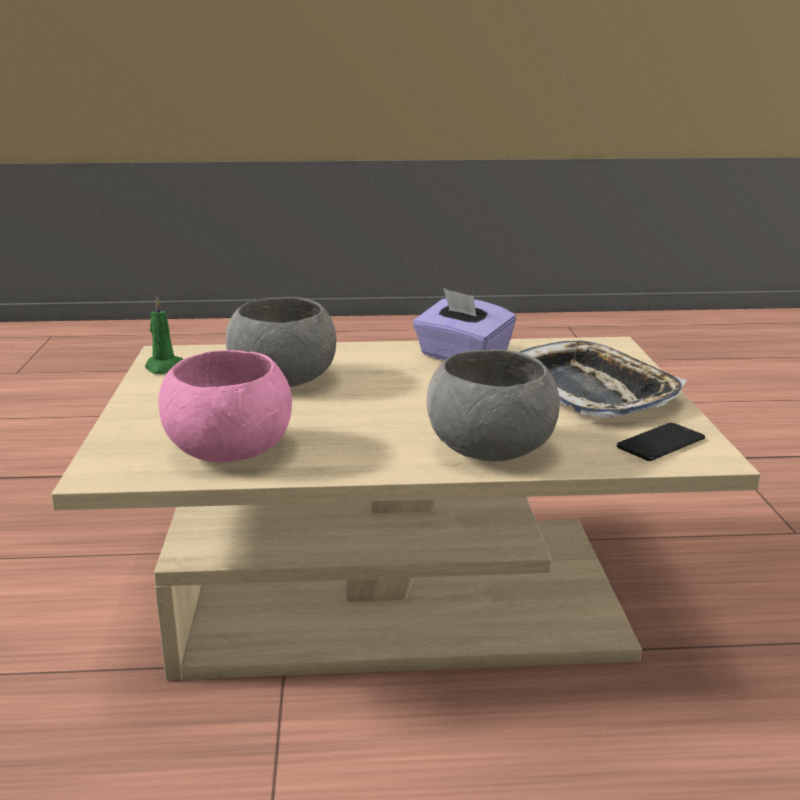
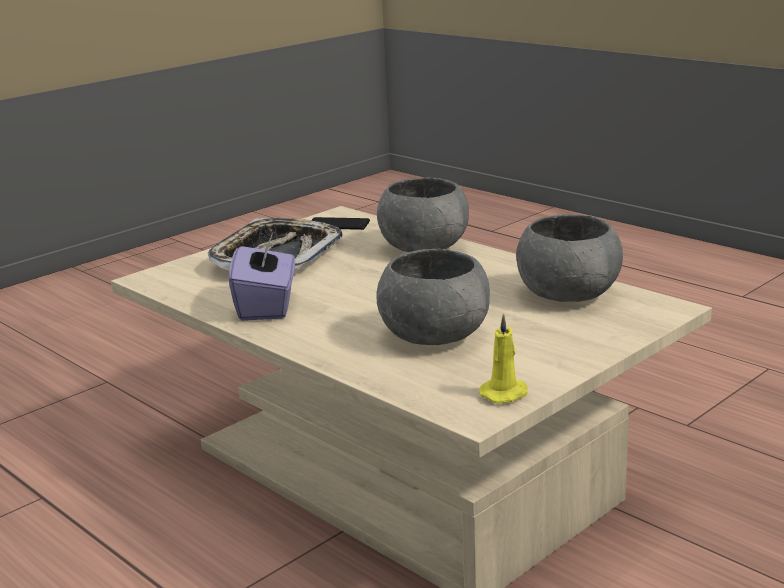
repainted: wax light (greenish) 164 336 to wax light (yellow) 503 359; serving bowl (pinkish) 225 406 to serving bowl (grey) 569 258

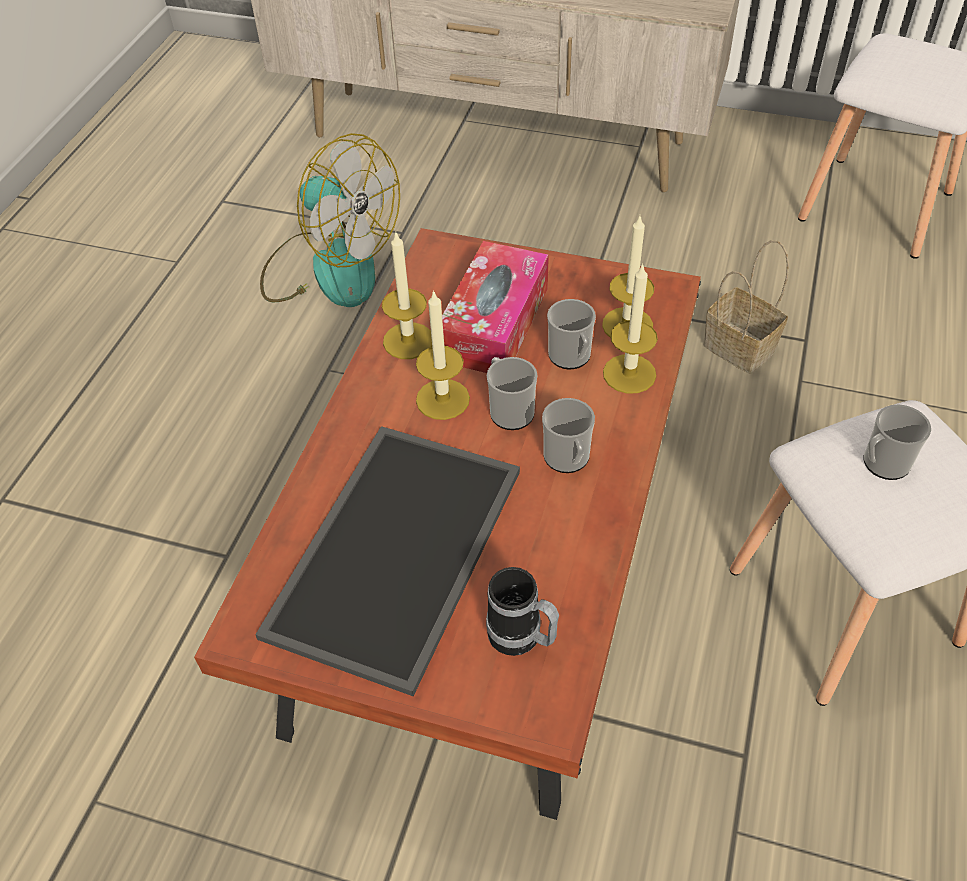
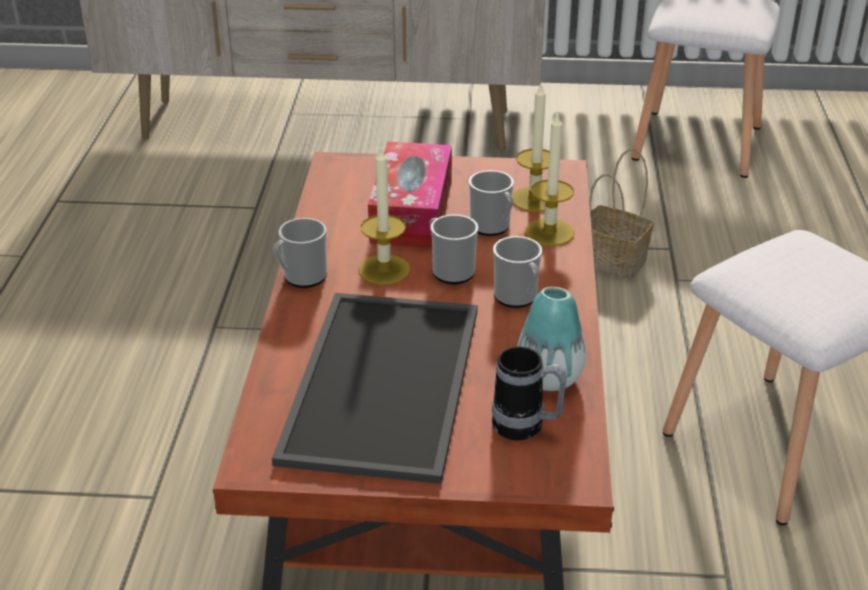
gone: fan 330 220; wax light 407 295
new: flower vase 551 339
shifted: mug 897 442 to 300 253

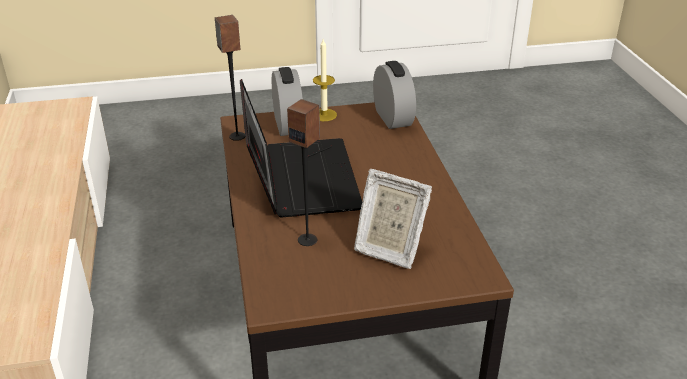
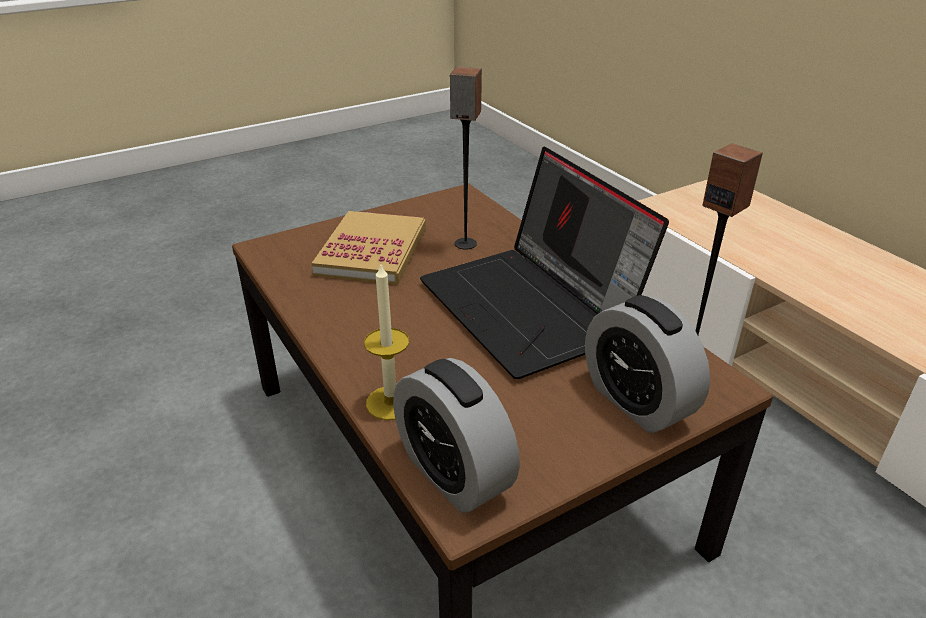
shifted: wax light 325 80 to 386 341
swapped: picture frame 393 219 to volume 369 248

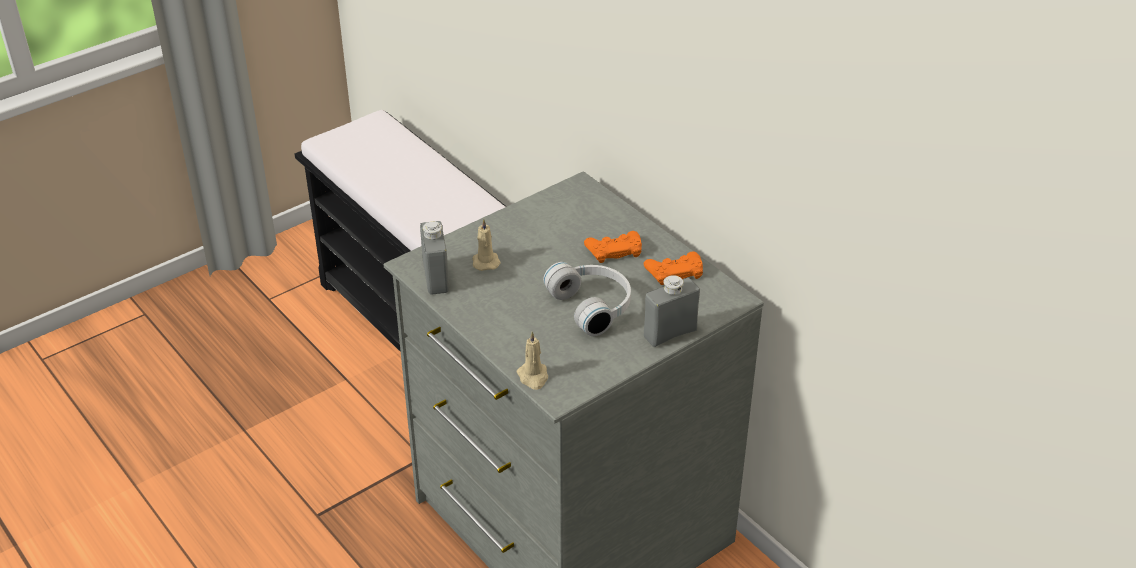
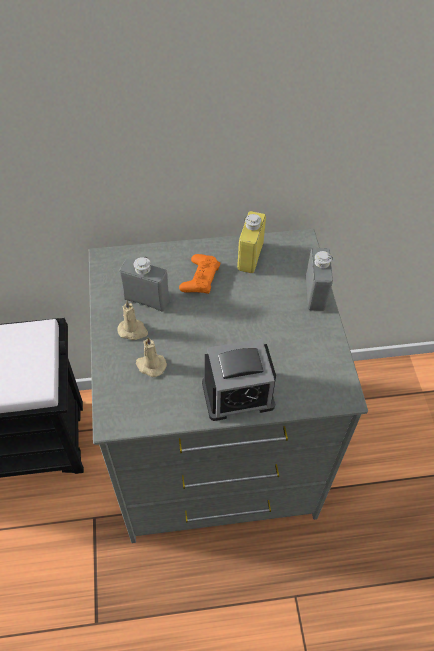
gone: headphones (whitish) 587 299
new: bedside clock 239 380
shifted: wax light (beige) 532 360 to 132 320; beverage bottle (grey) 434 257 to 144 284
swapped: gamepad (orange) 673 268 to beverage bottle (yellow) 251 242

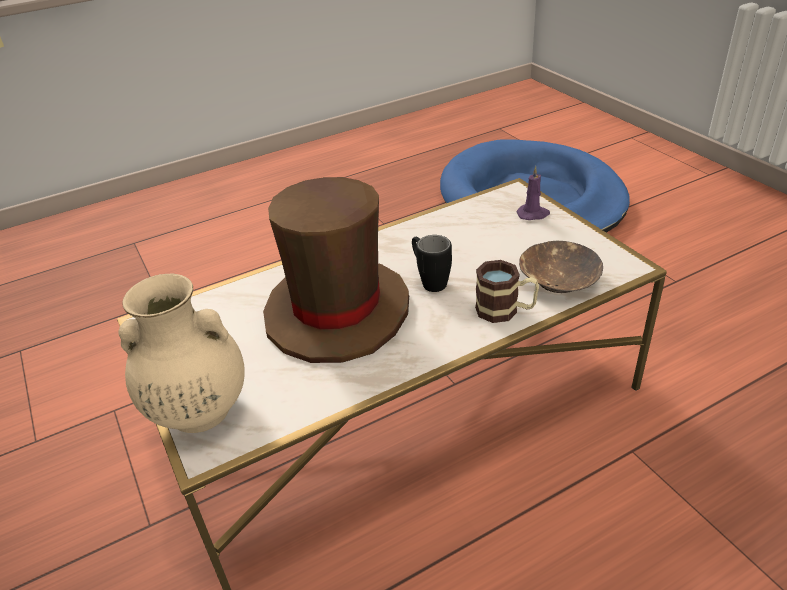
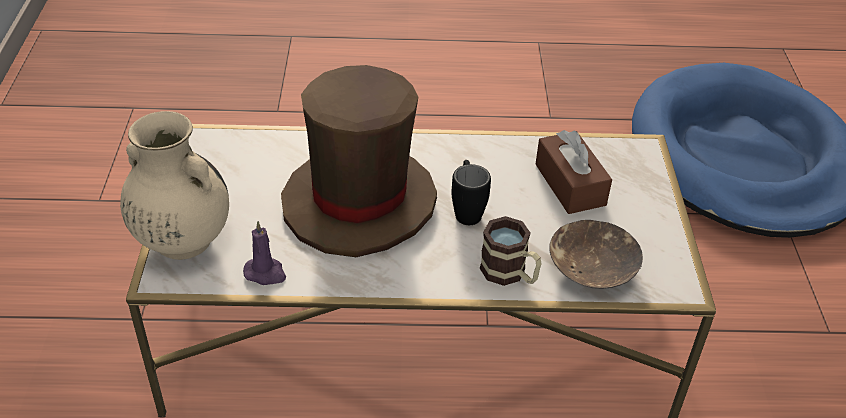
new: box of tissues (brownish) 573 172
shifted: wax light (purple) 533 193 to 264 253

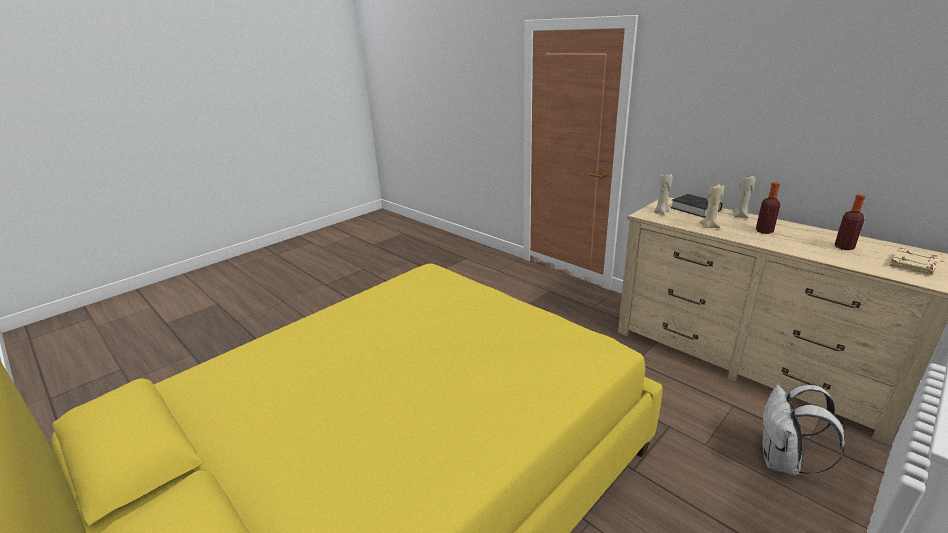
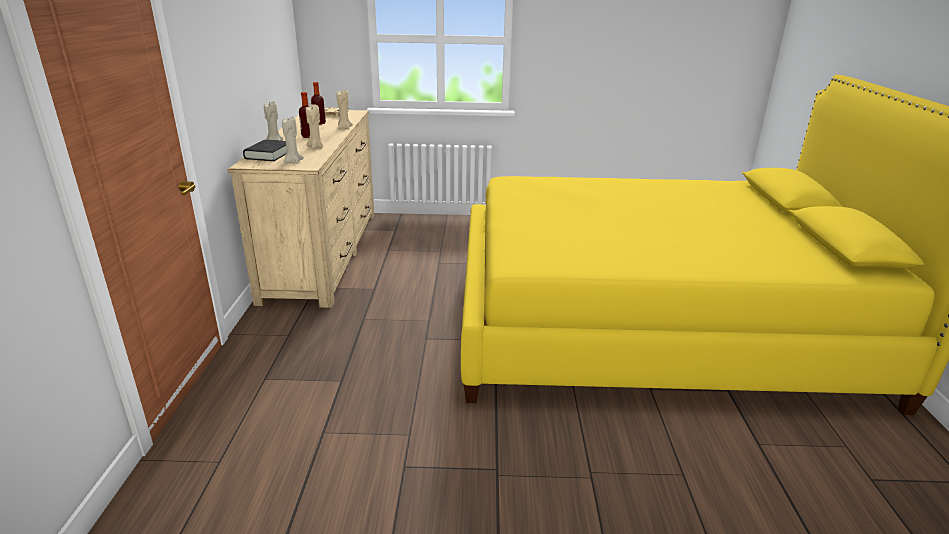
gone: knapsack (whitish) 803 430
new: wax light (beige) 345 109

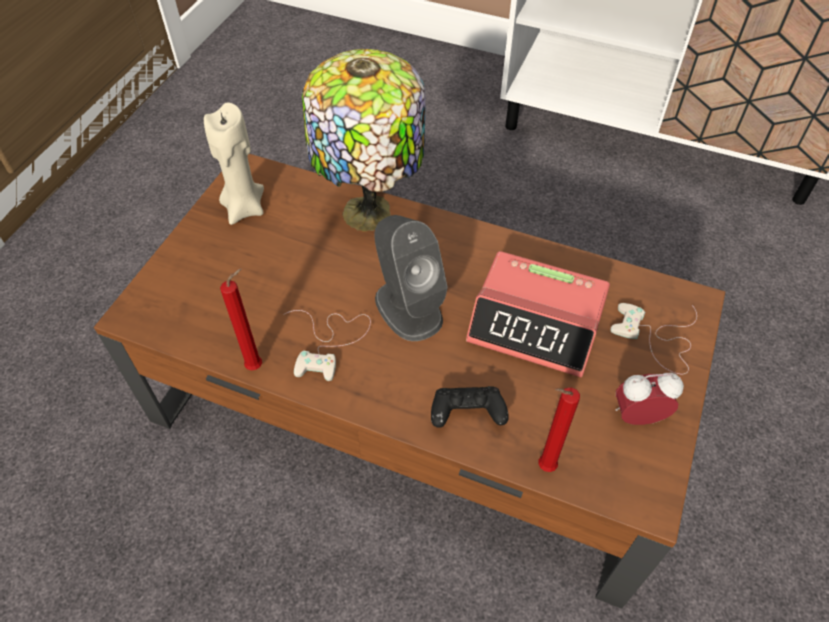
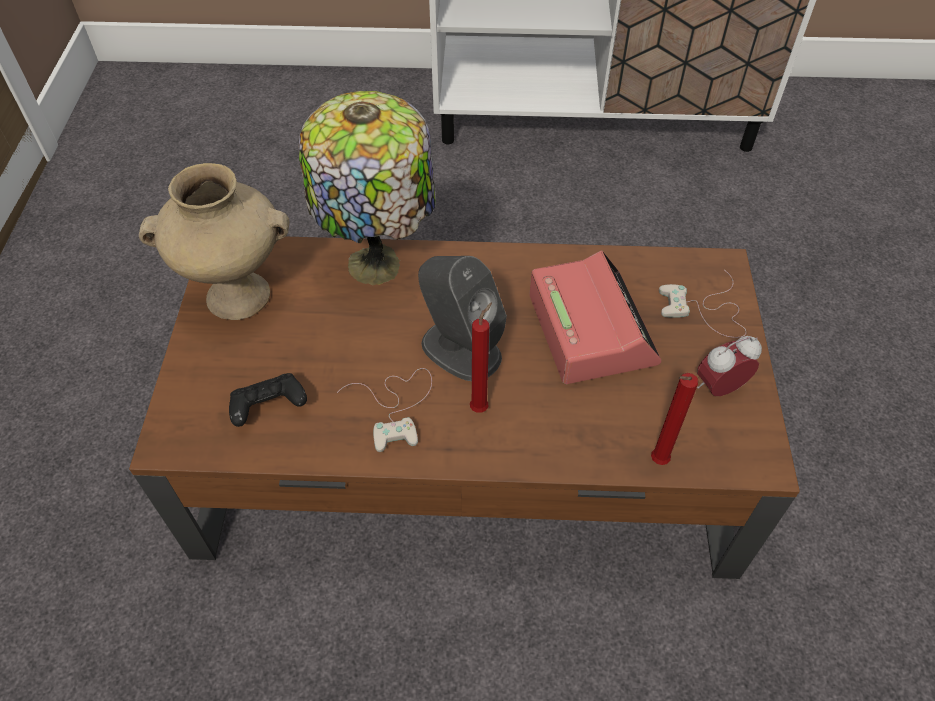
shifted: gamepad (blackish) 470 407 to 268 400; wax light (red) 241 319 to 481 358
swapped: wax light (beige) 234 163 to flower vase (beige) 214 241
rotated: bedside clock 538 314 = 595 317 105 degrees counterclockwise

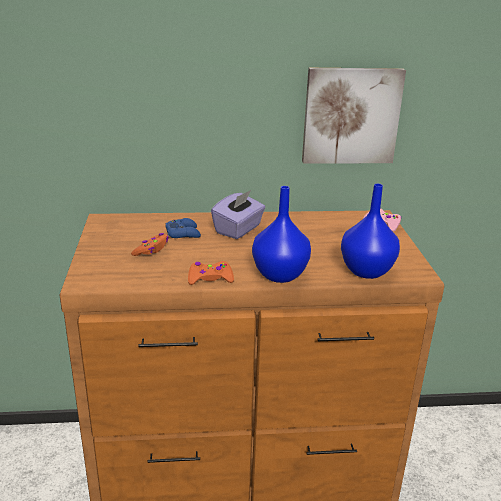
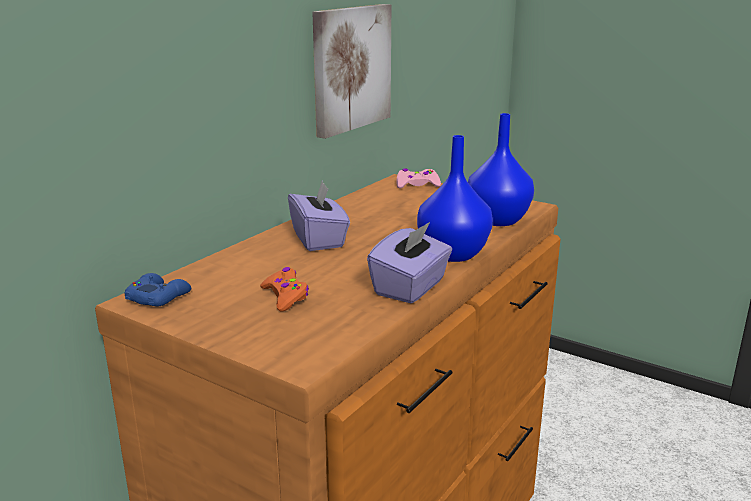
shifted: gamepad (bluish) 183 228 to 158 290
swapped: gamepad (orange) 211 273 to box of tissues (purple) 409 262

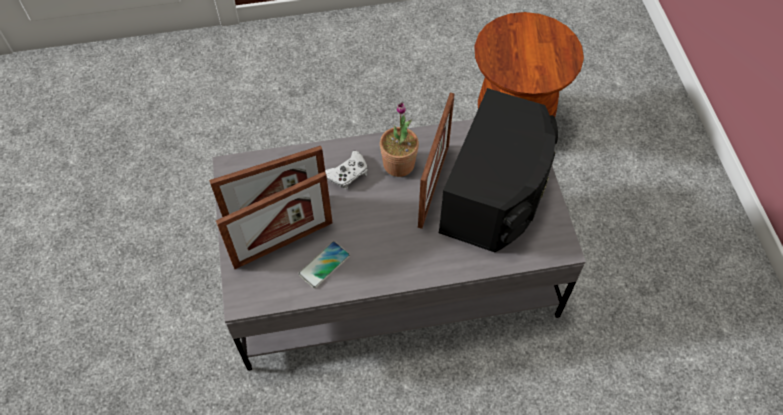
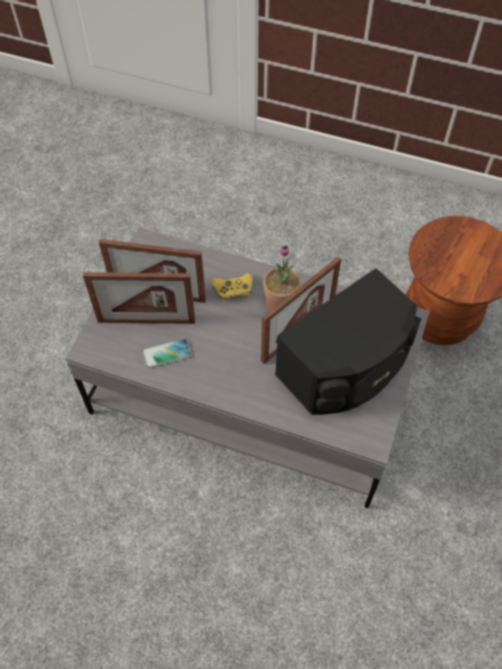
repainted: gamepad (whitish) 346 170 to gamepad (yellow) 232 287

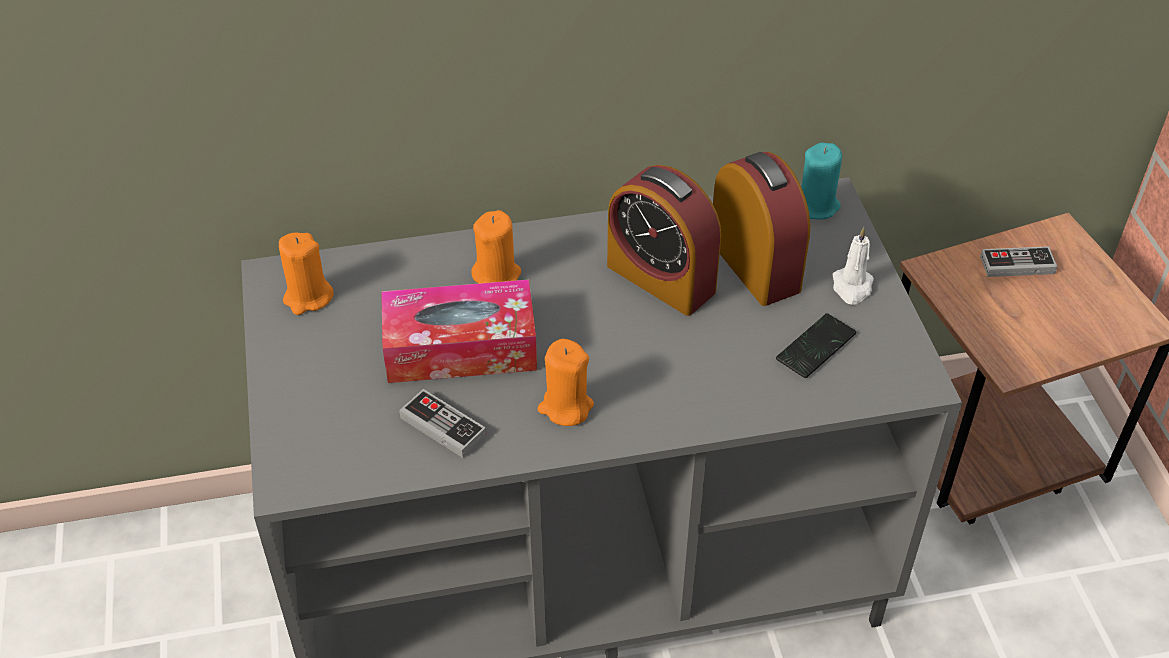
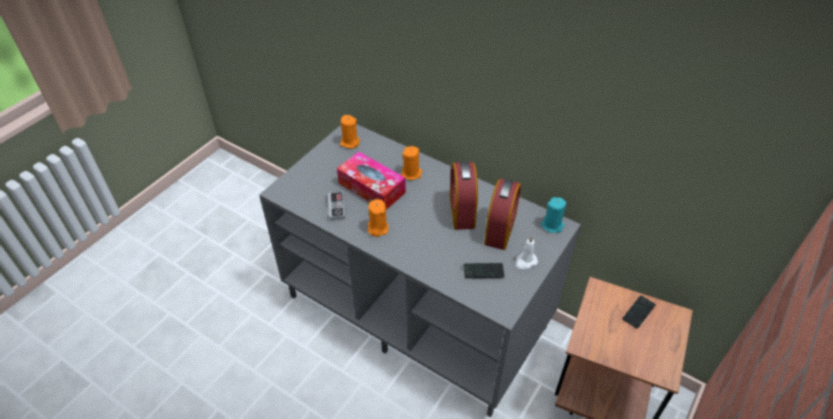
swapped: gamepad 1018 261 to phone 639 312

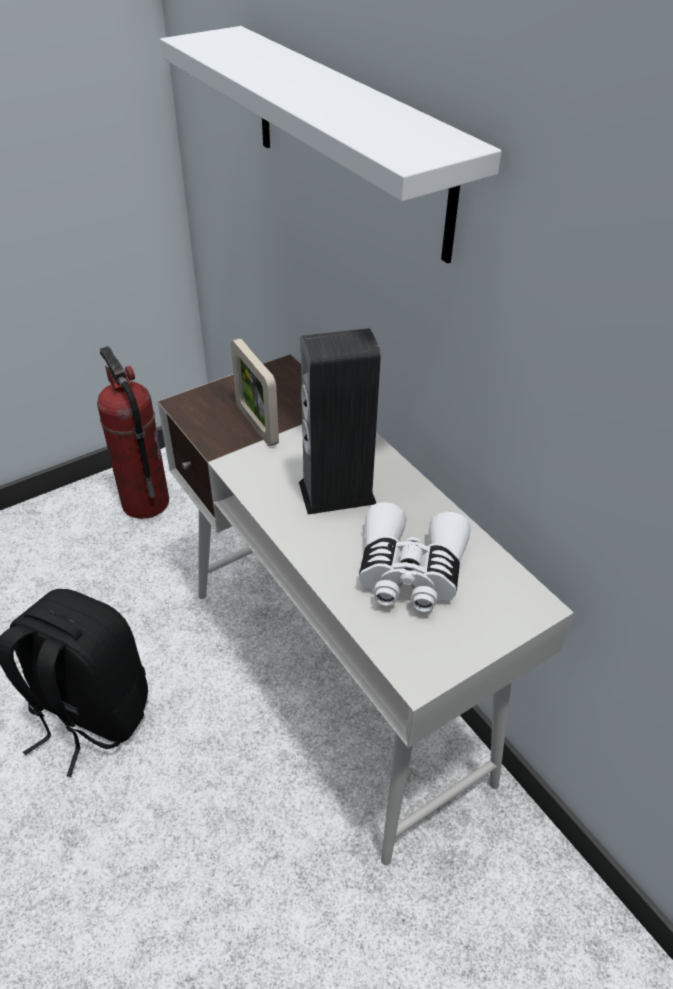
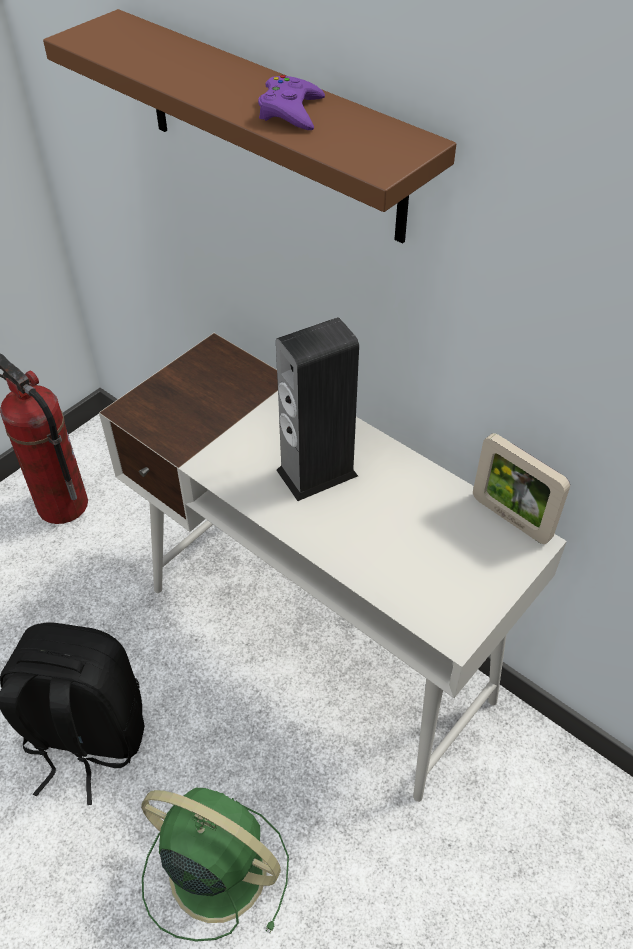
gone: binoculars (whitish) 414 557
new: fan (greenish) 215 864; gamepad (purple) 291 102
shifted: picture frame 255 392 to 521 488
repainted: bracket shelf (whitish) 331 145 to bracket shelf (brownish) 249 126

